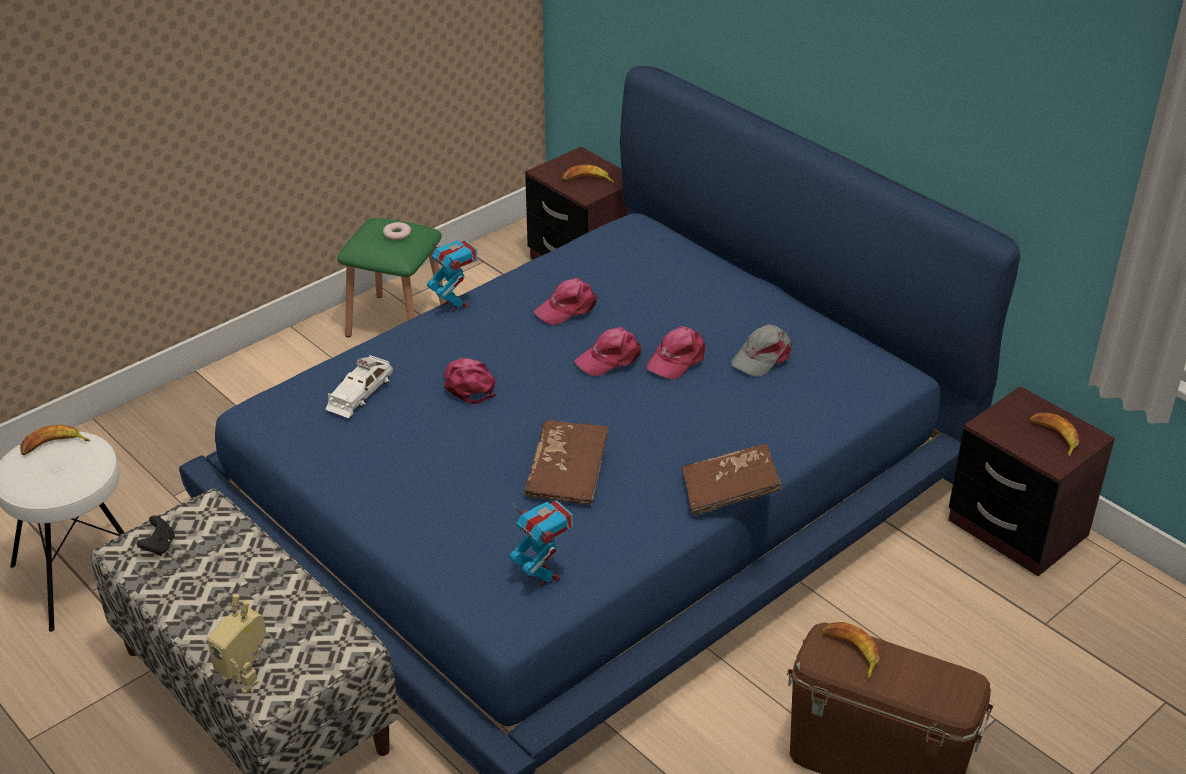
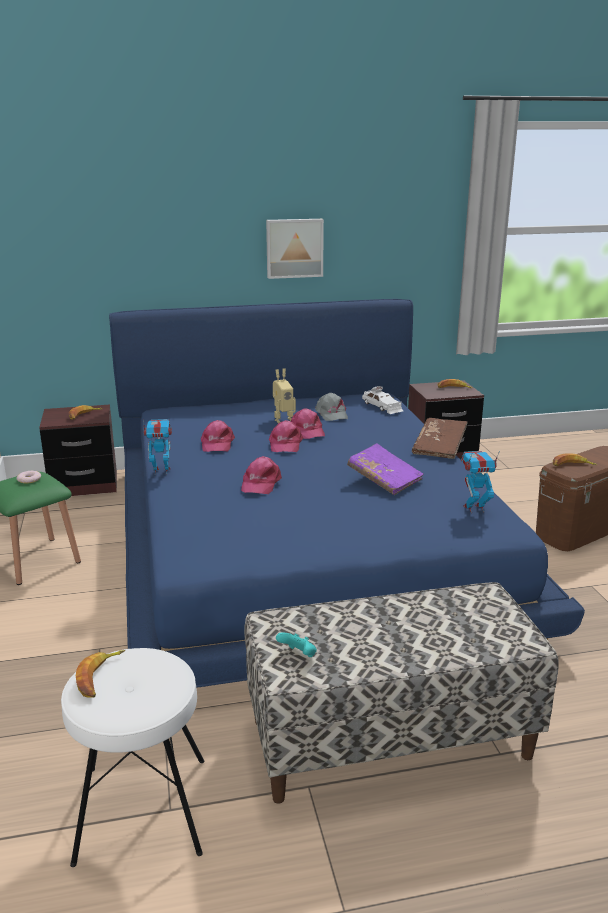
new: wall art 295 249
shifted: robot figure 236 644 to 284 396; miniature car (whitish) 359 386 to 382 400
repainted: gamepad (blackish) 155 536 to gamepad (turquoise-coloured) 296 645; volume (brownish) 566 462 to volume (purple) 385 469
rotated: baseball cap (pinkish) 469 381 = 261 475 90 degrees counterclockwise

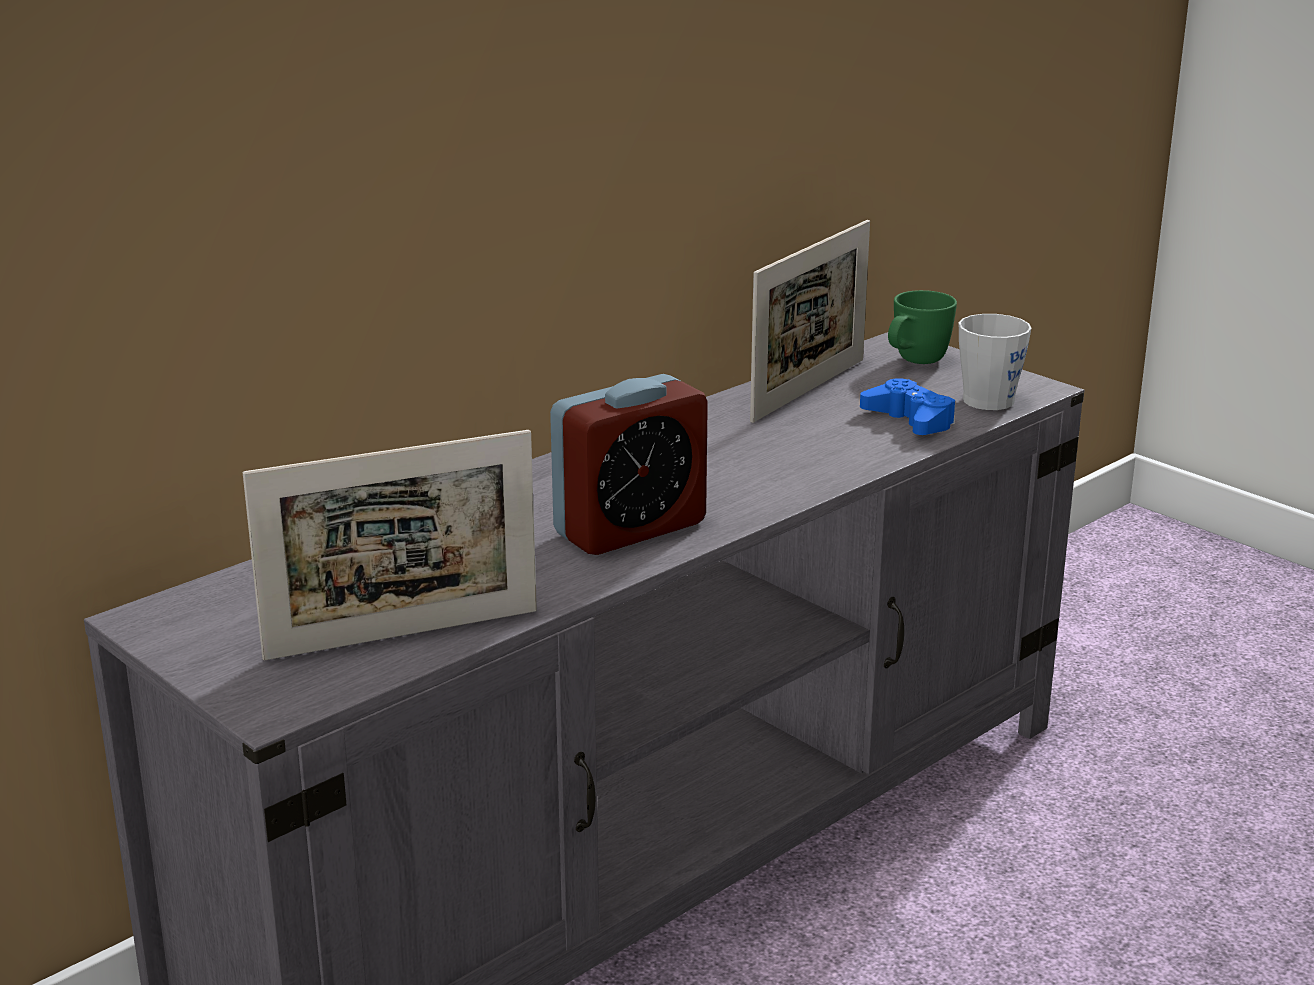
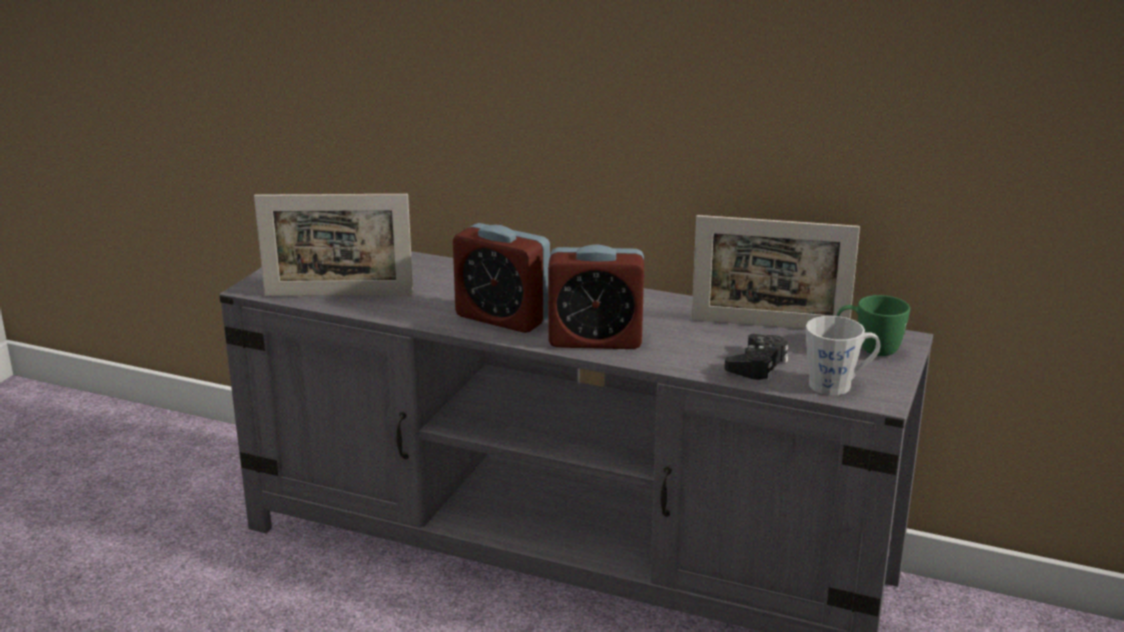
new: bedside clock 596 296
repainted: gamepad (bluish) 907 406 to gamepad (blackish) 756 357
rotated: picture frame 390 545 = 333 245 45 degrees counterclockwise

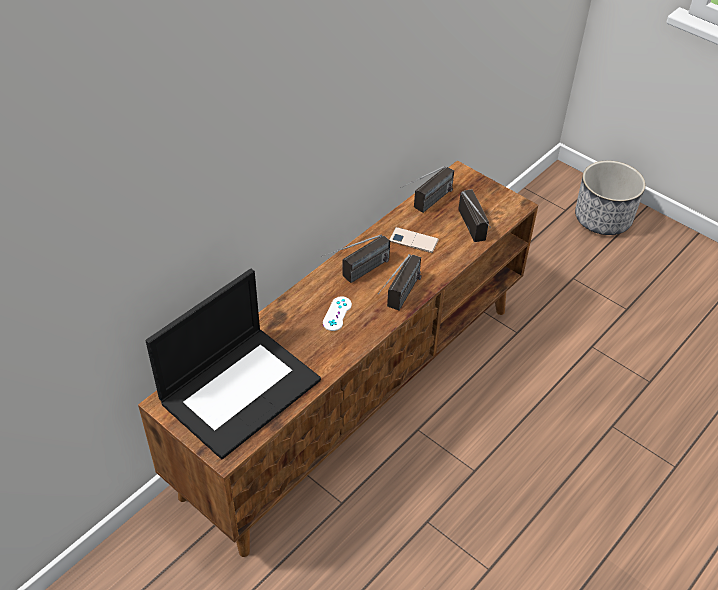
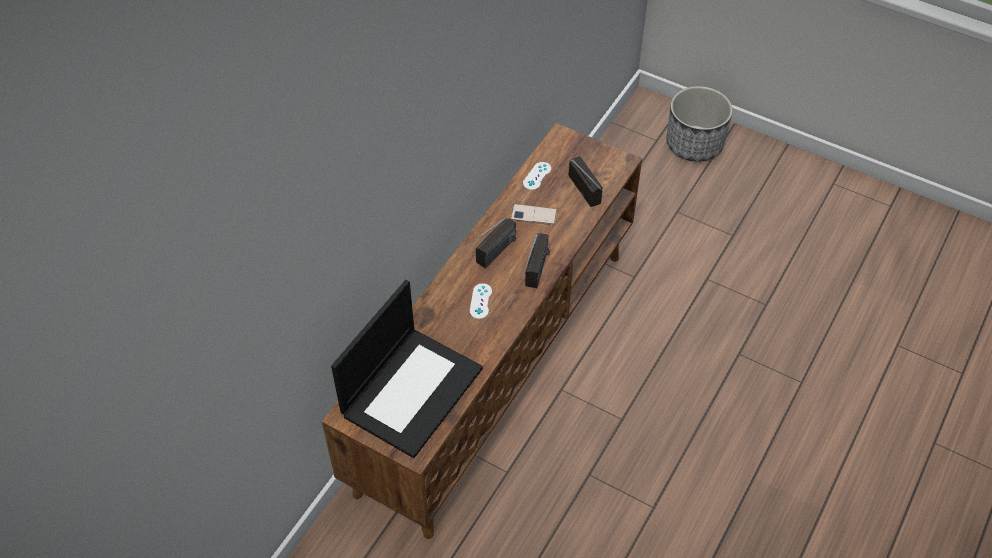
swapped: radio 427 189 to gamepad (whitish) 537 176

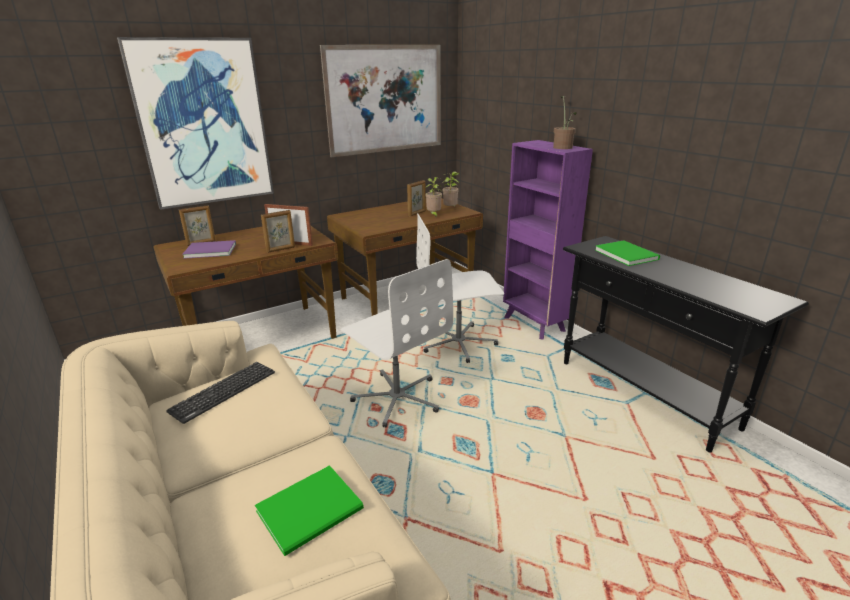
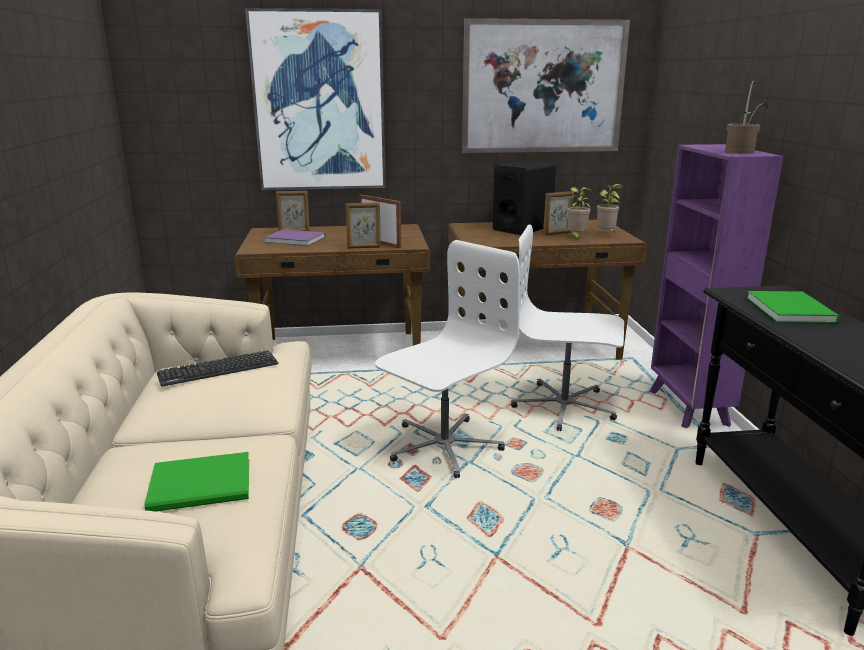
new: audio speaker (blackish) 524 197
rotated: computer chair (whitish) 397 343 = 447 359 120 degrees counterclockwise

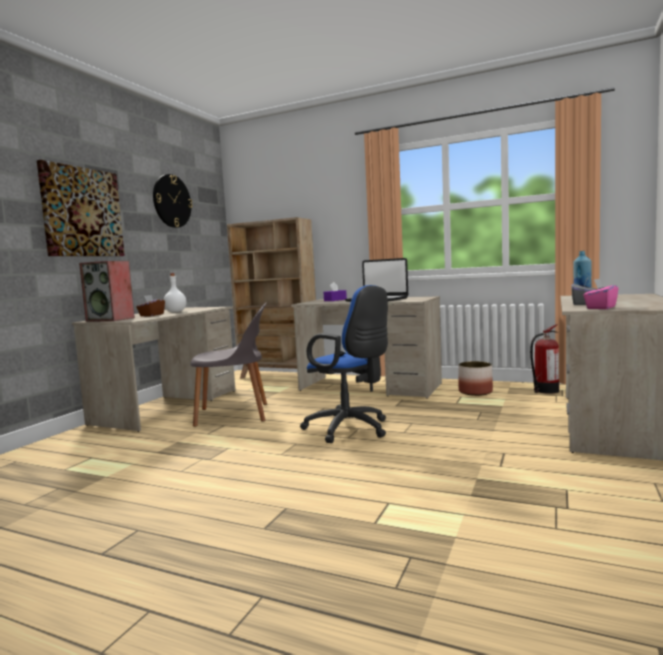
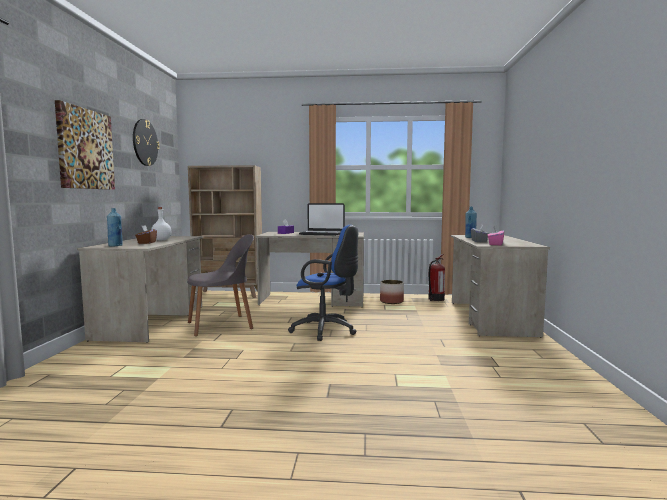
swapped: audio speaker 107 291 to beverage bottle (bluish) 115 227

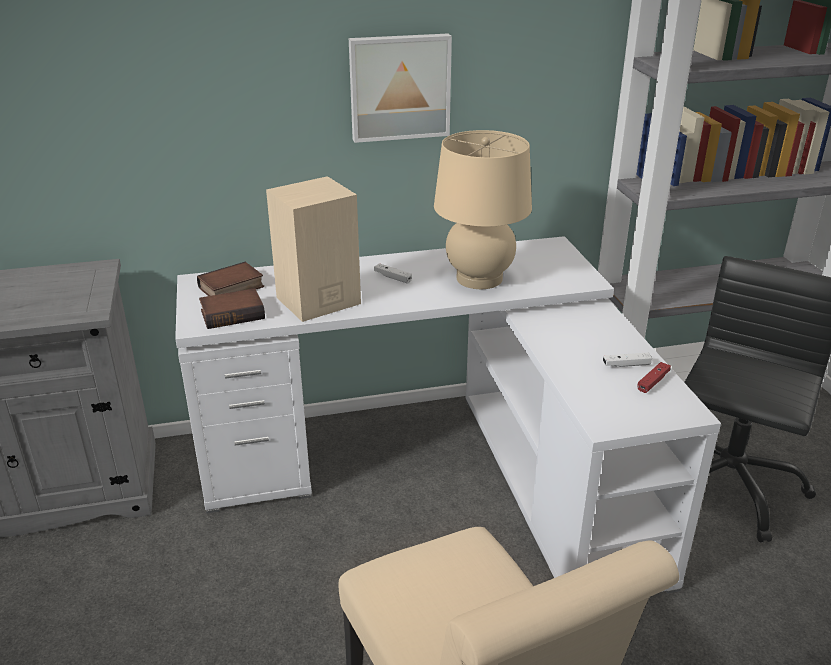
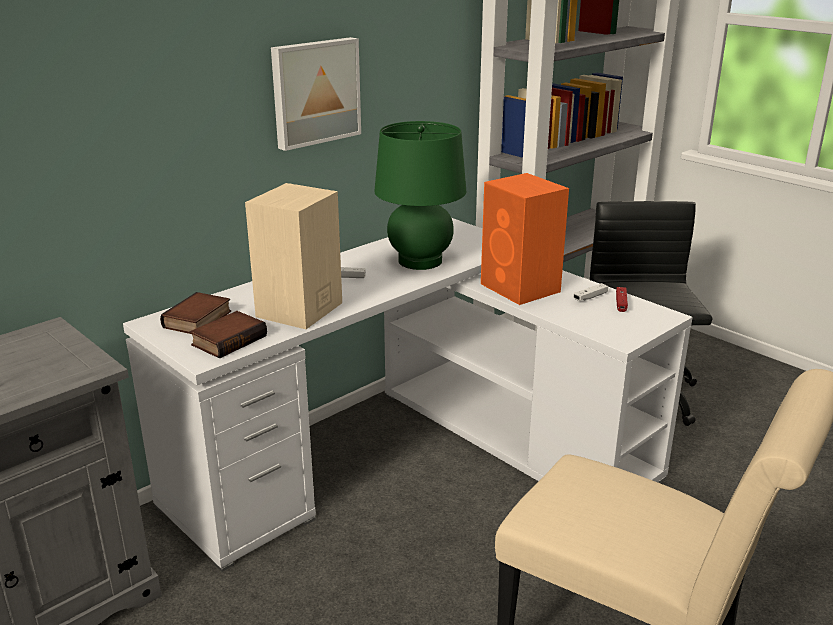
new: audio speaker (orange) 525 239
repainted: lamp for a table (beige) 483 209 to lamp for a table (greenish) 420 195

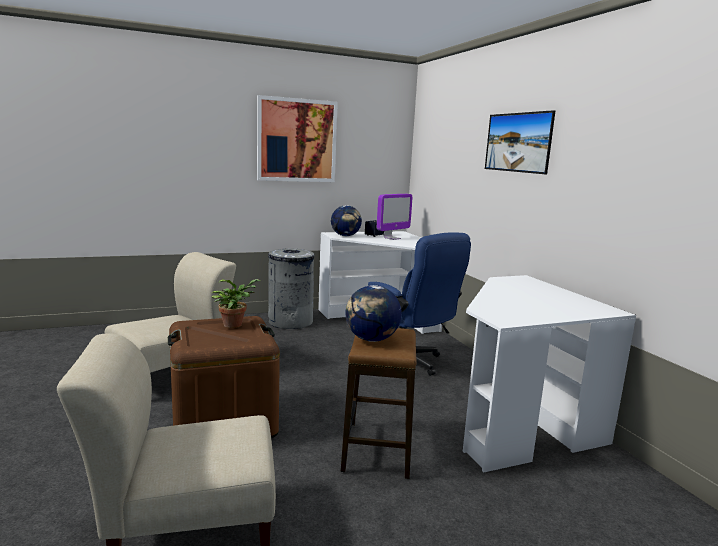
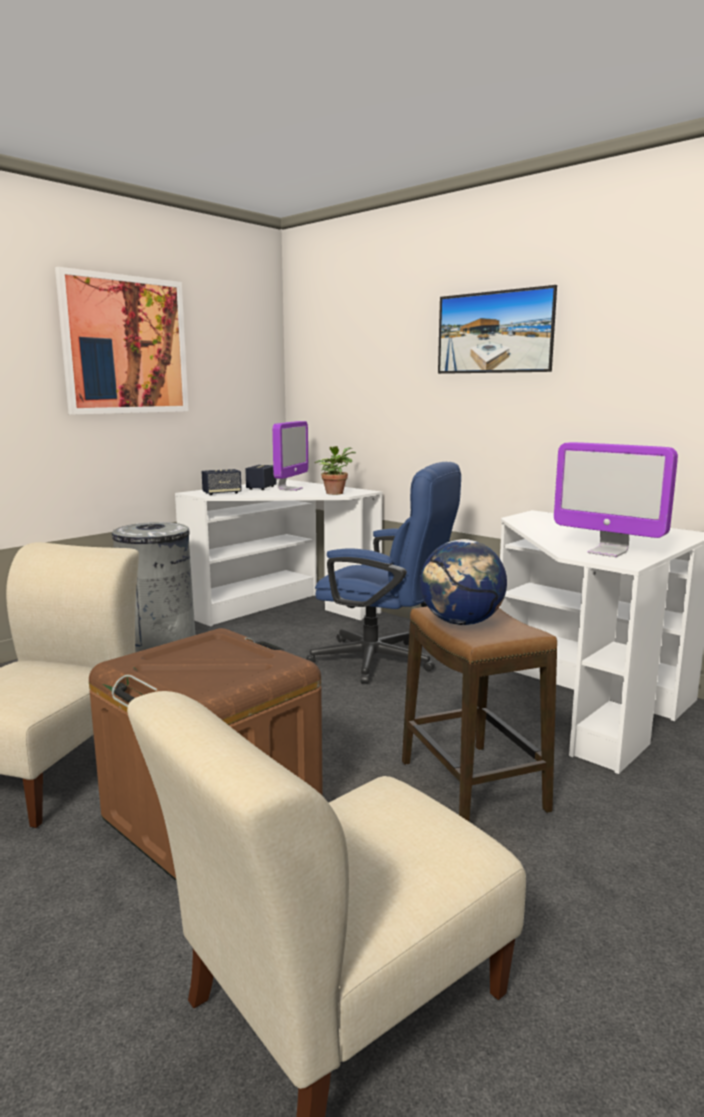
new: monitor 616 499
shifted: houseplant 235 303 to 335 470
swapped: desk globe 346 220 to audio speaker 221 482

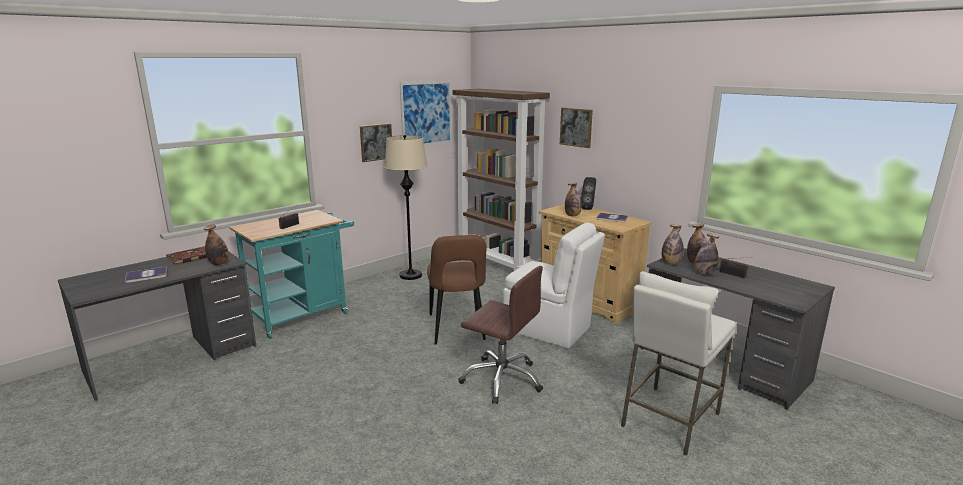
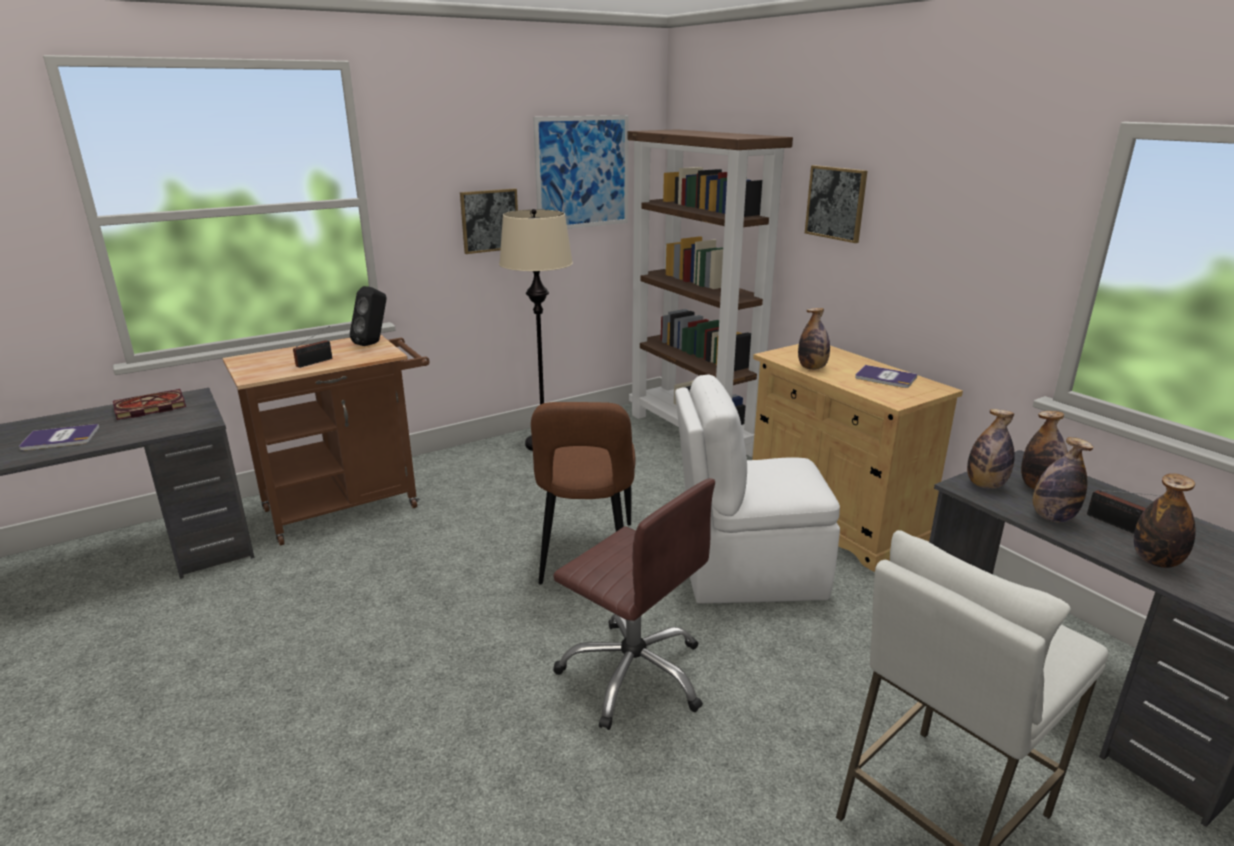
shifted: audio speaker (blackish) 588 193 to 368 316; beverage bottle 216 245 to 1165 520
repainted: trolley (turquoise-coloured) 291 274 to trolley (brownish) 325 440
rotated: chair (whitish) 554 286 = 757 489 135 degrees clockwise

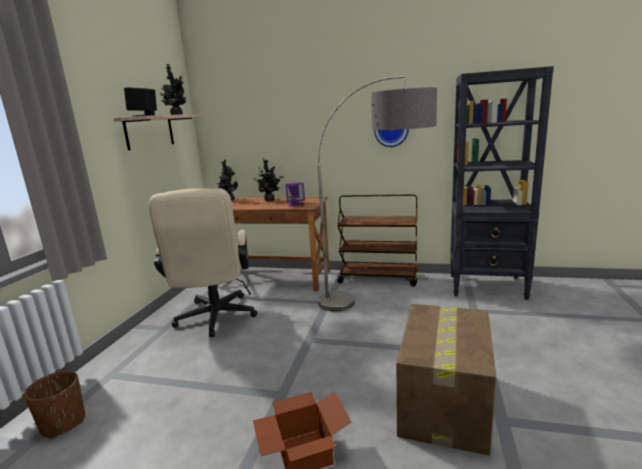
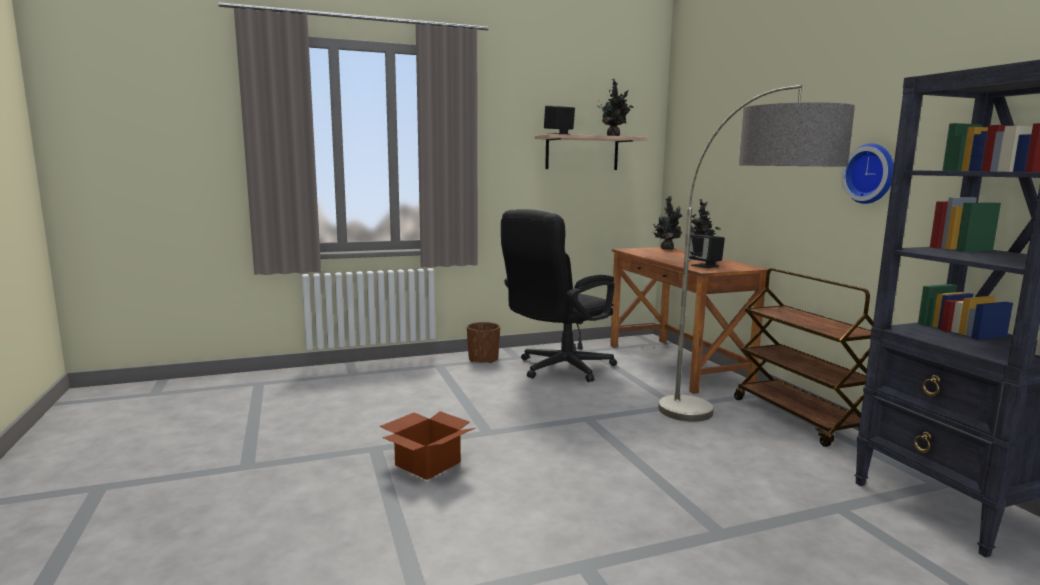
gone: packing box 446 379
shifted: planter (brownish) 54 404 to 483 343
repainted: computer chair (beige) 202 262 to computer chair (blackish) 559 295; audio speaker (purple) 295 194 to audio speaker (blackish) 707 251

